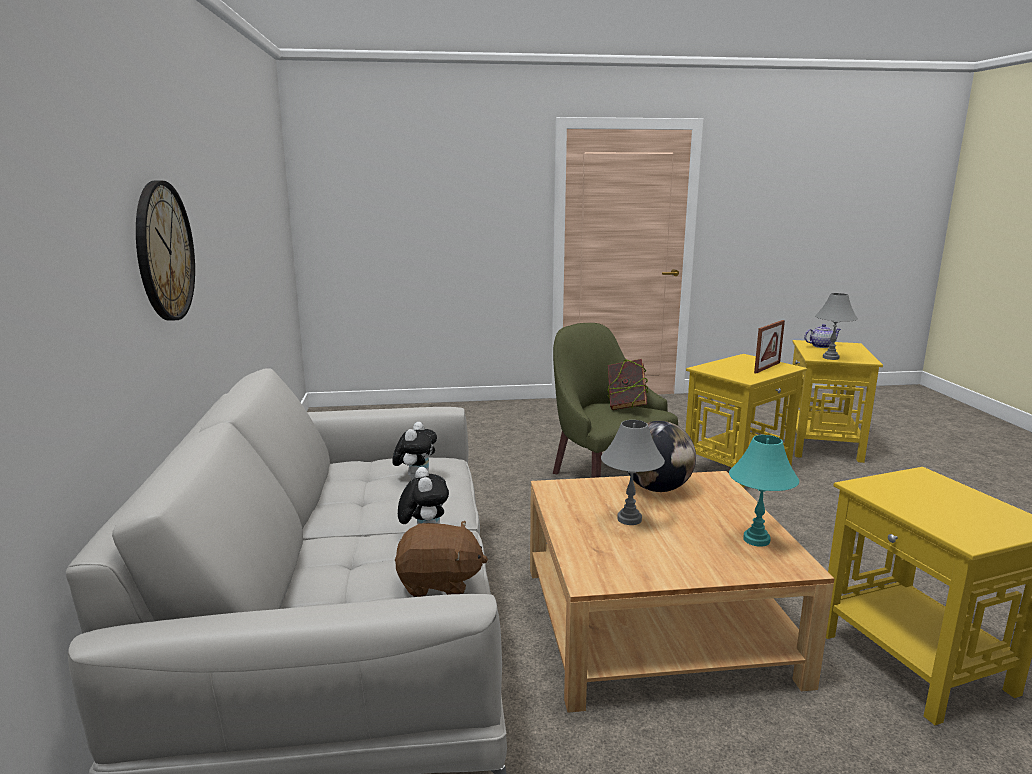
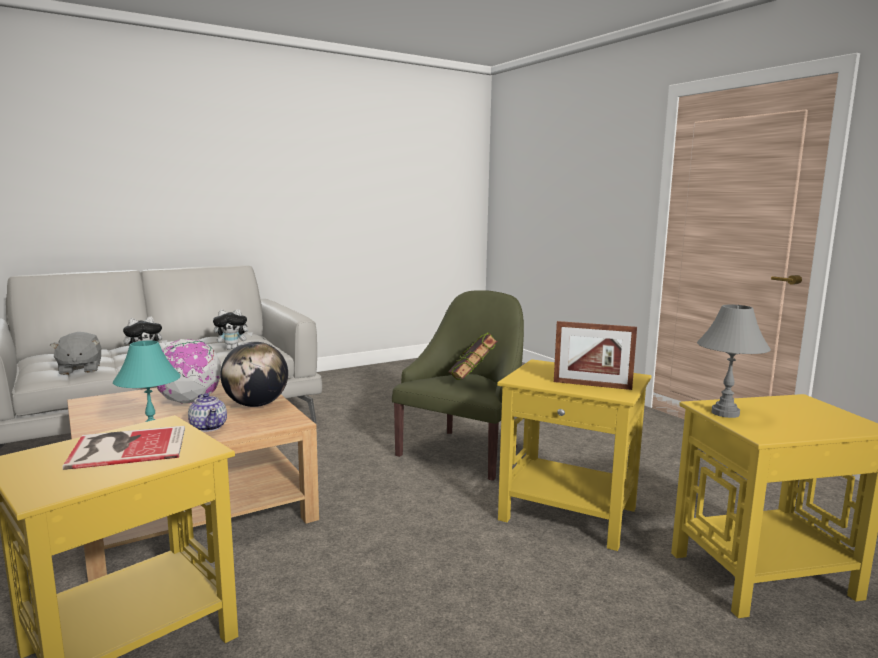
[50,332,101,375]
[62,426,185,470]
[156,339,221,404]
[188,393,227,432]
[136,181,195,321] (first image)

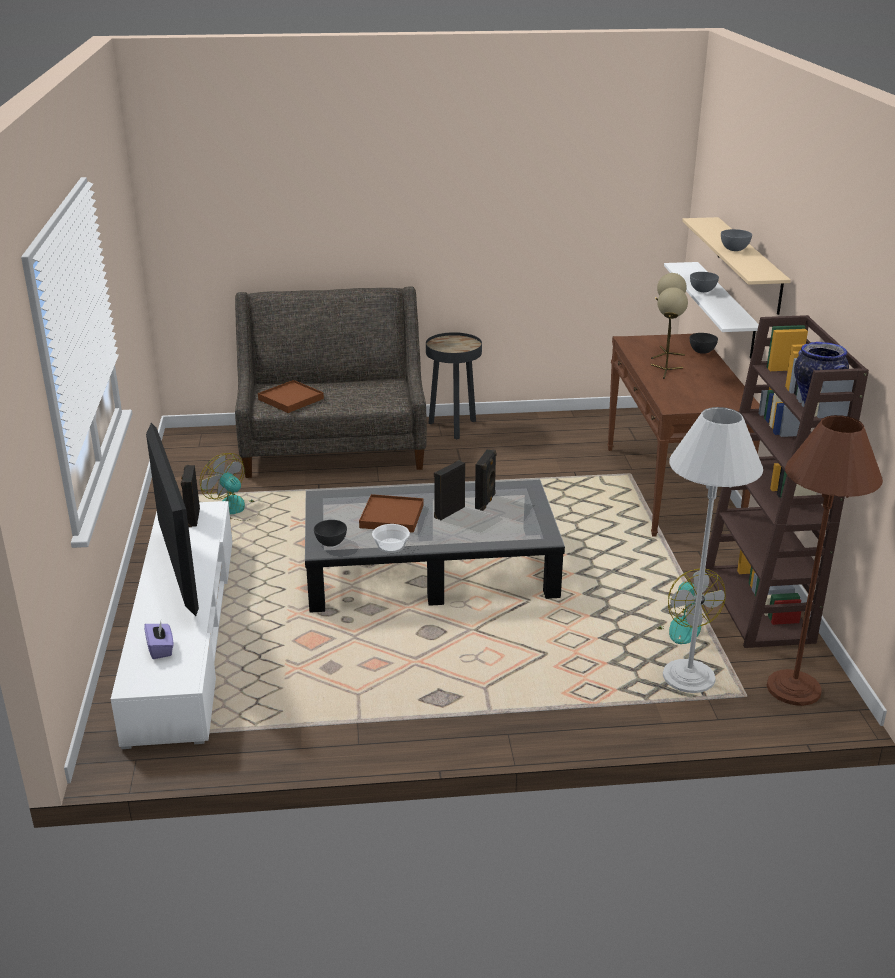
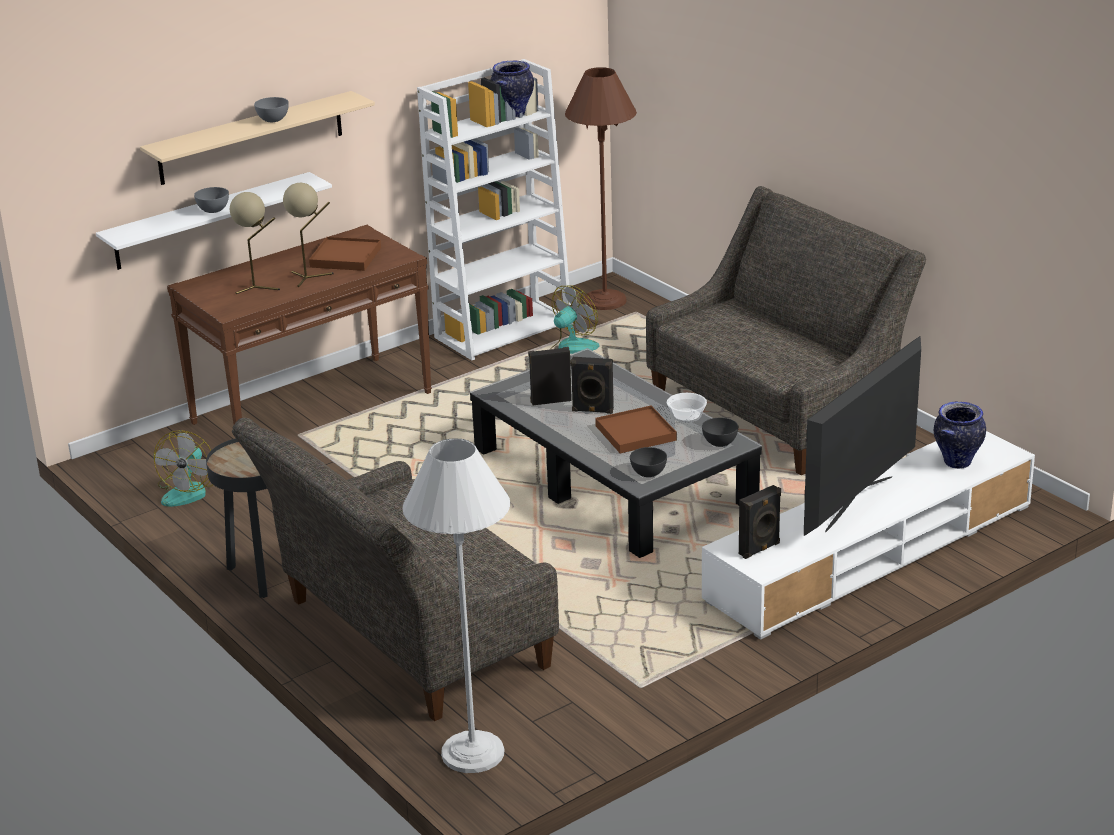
[154,430,213,507]
[309,237,381,271]
[403,438,510,773]
[417,59,573,360]
[630,447,667,477]
[646,186,926,475]
[934,402,986,469]

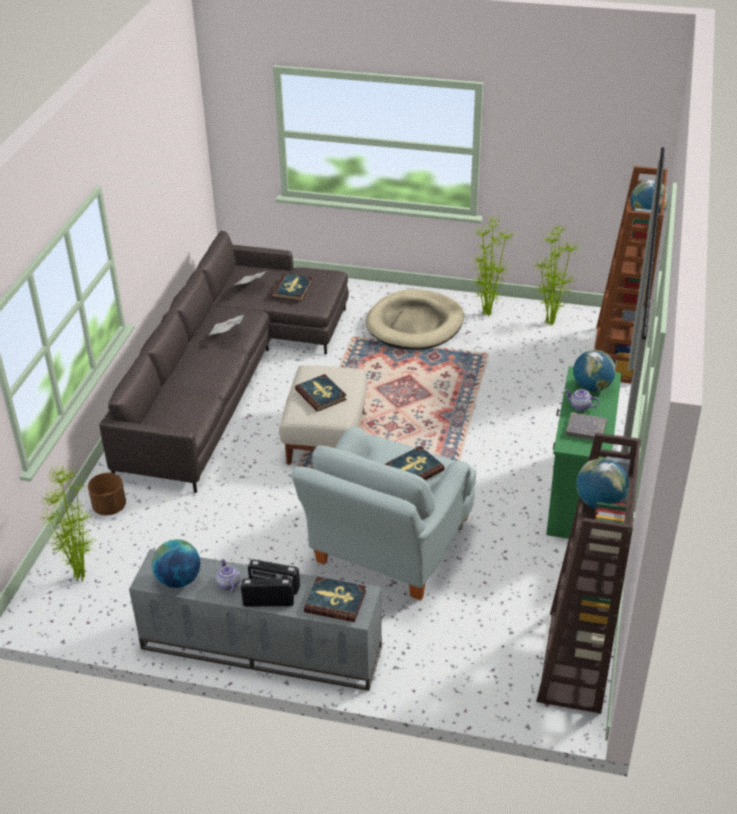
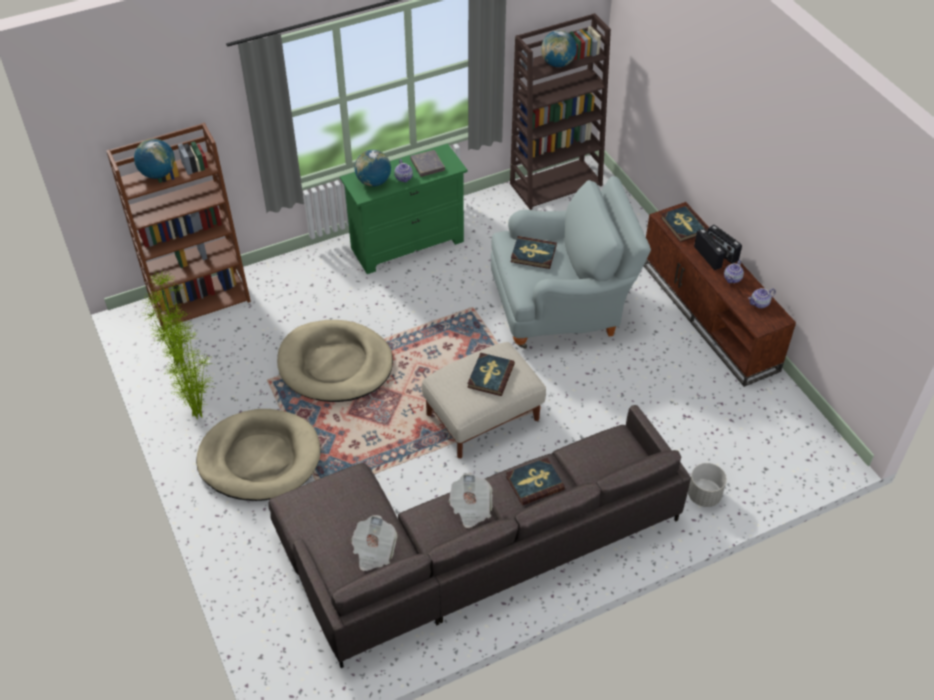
[277,320,393,402]
[506,458,565,506]
[644,202,796,387]
[688,463,727,507]
[748,288,776,308]
[40,465,96,582] (first image)

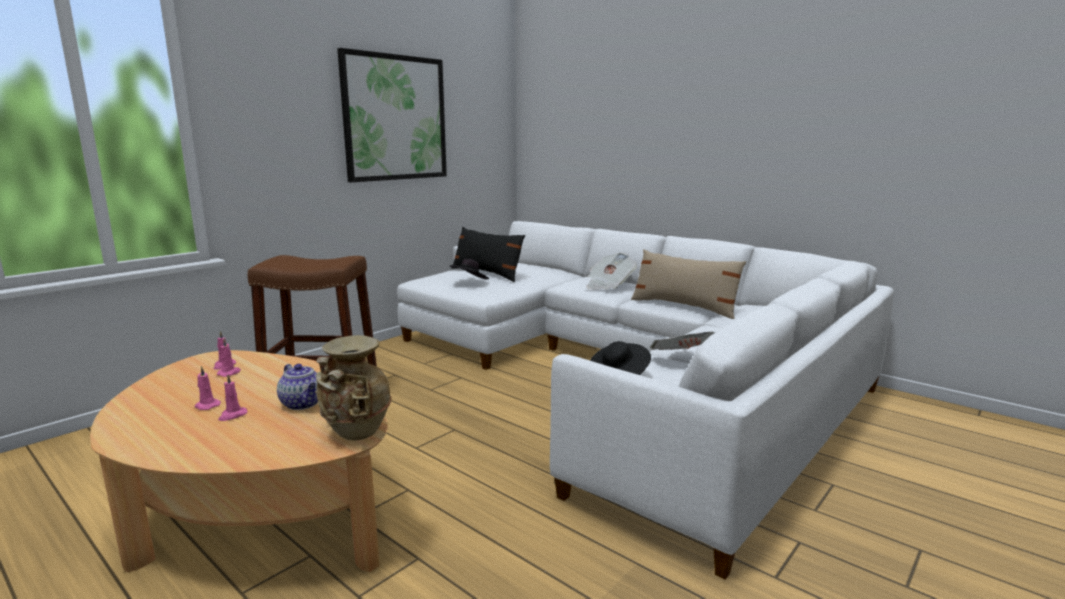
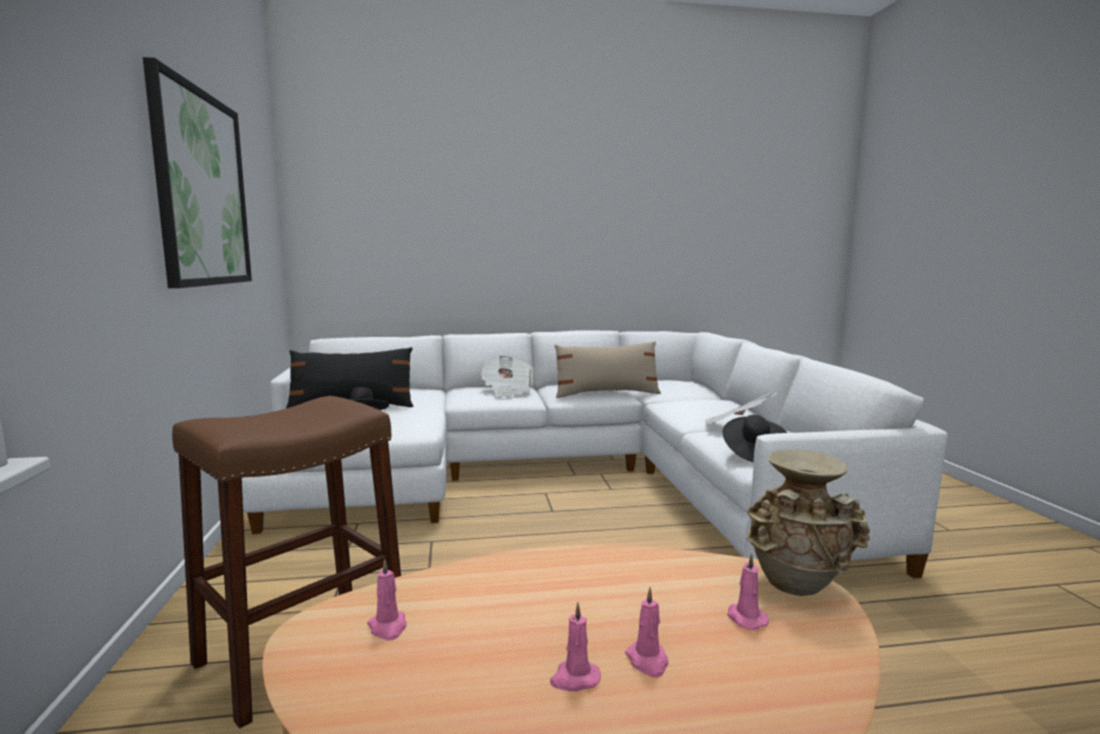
[727,553,769,630]
[277,364,318,410] (first image)

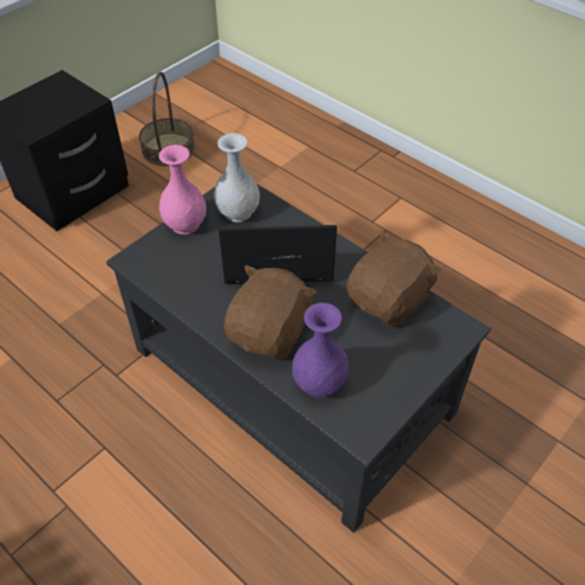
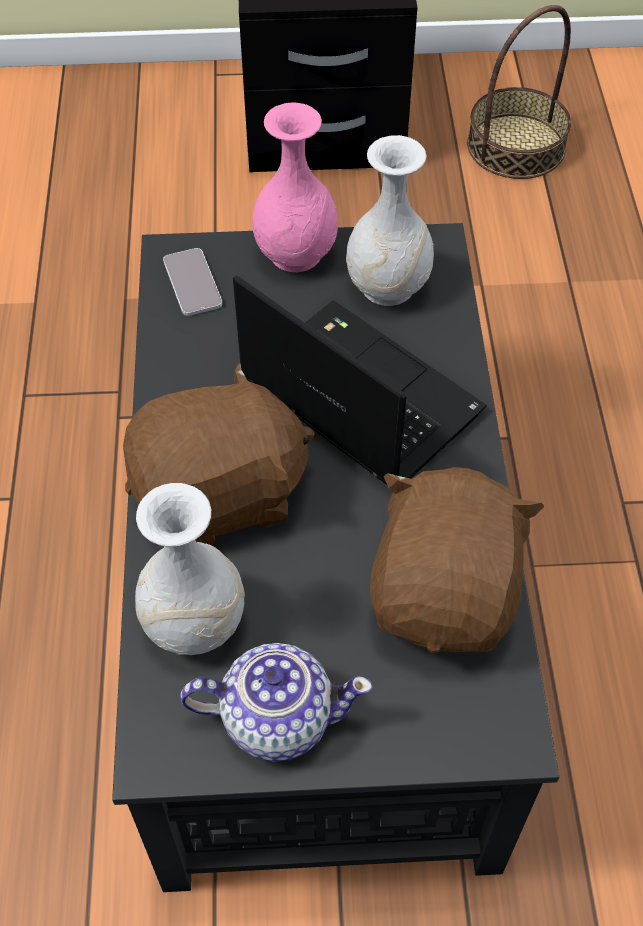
[135,483,245,655]
[163,248,222,316]
[180,643,372,762]
[370,467,544,653]

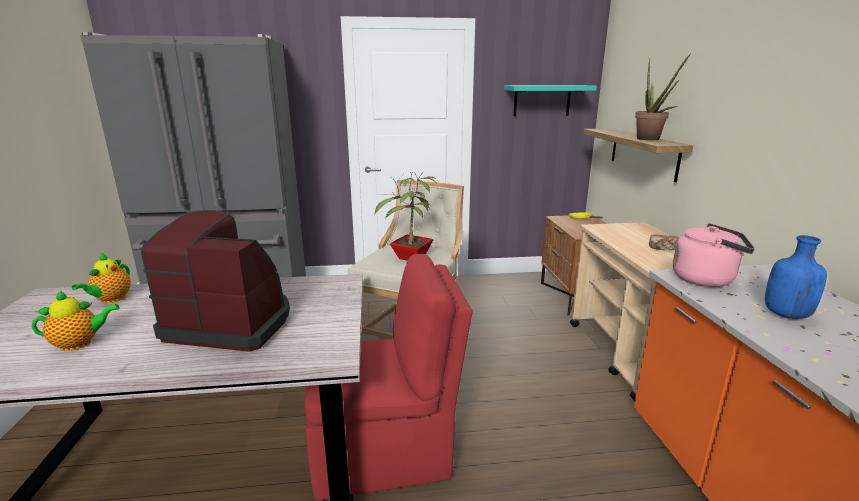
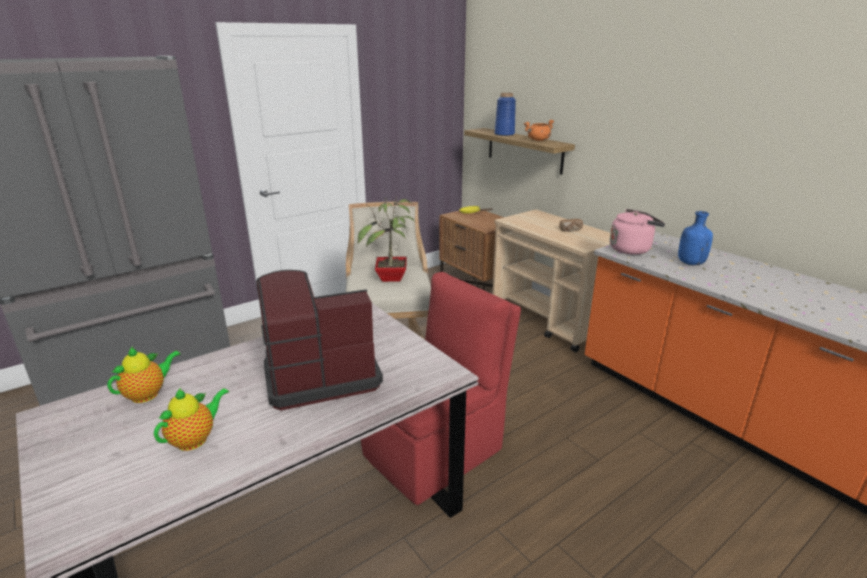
[107,347,181,403]
[495,93,516,136]
[524,120,554,141]
[504,85,597,116] (first image)

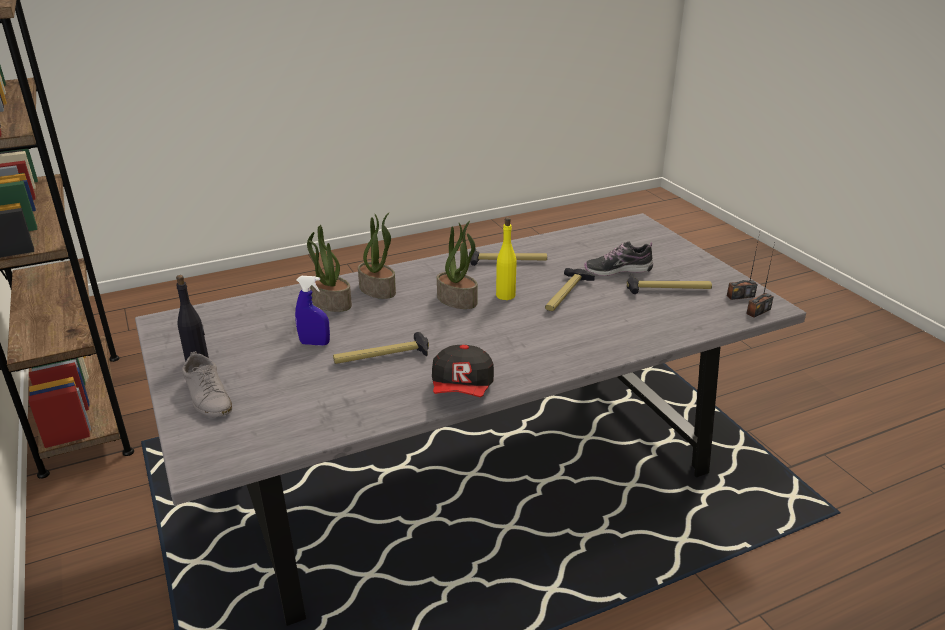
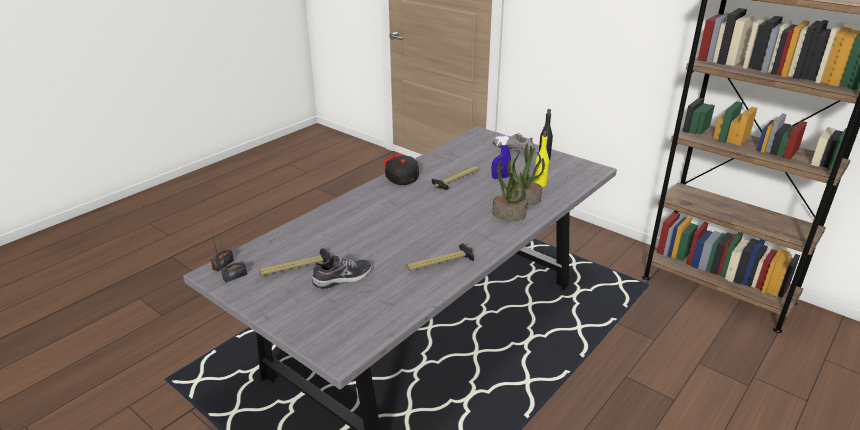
[534,131,549,187]
[437,221,477,309] (first image)
[545,268,595,311] (first image)

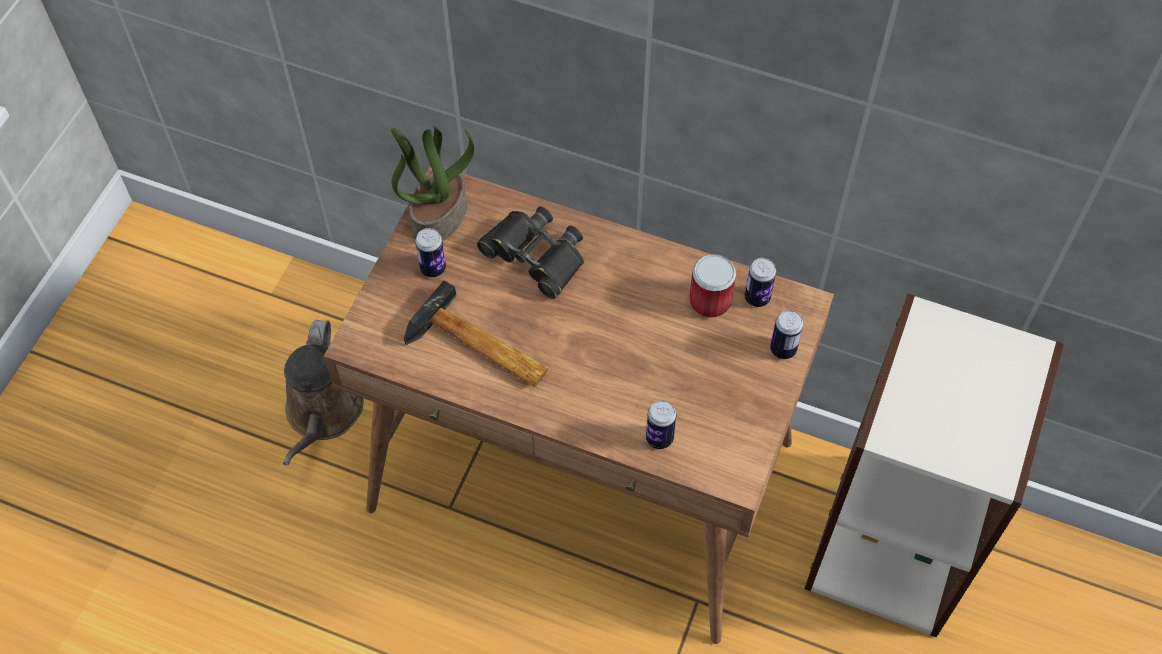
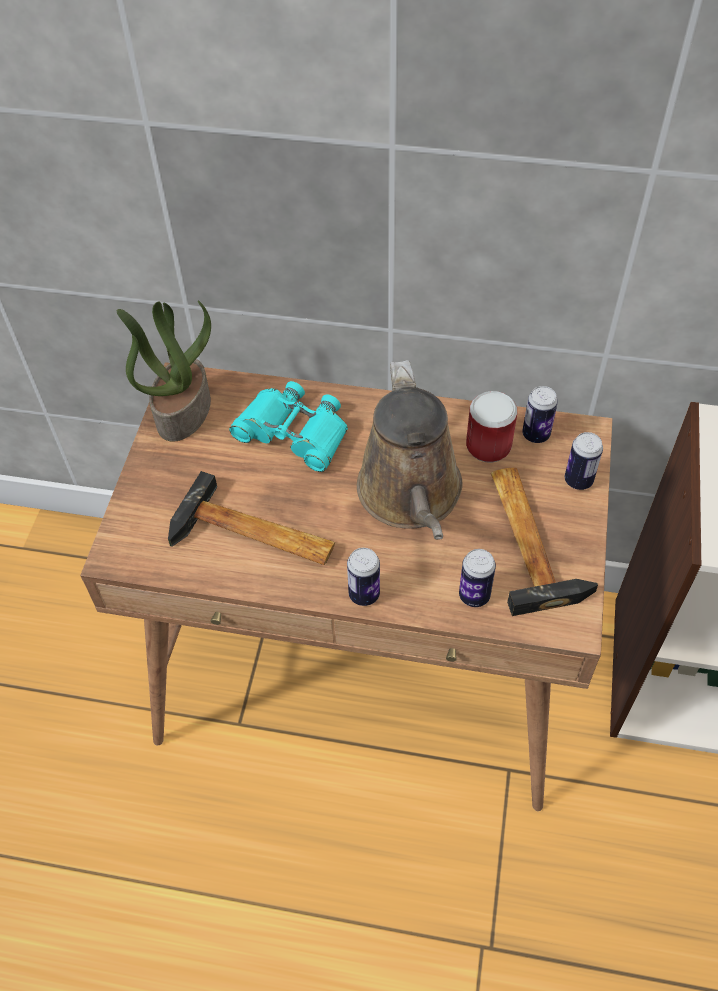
[229,381,348,472]
[347,548,380,606]
[357,360,463,540]
[491,468,598,616]

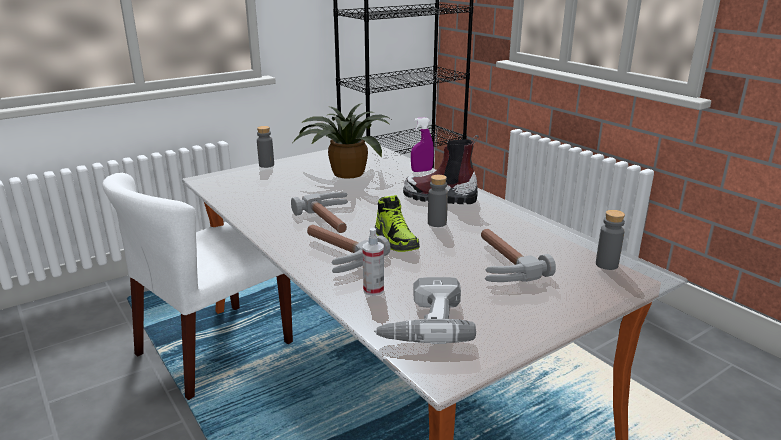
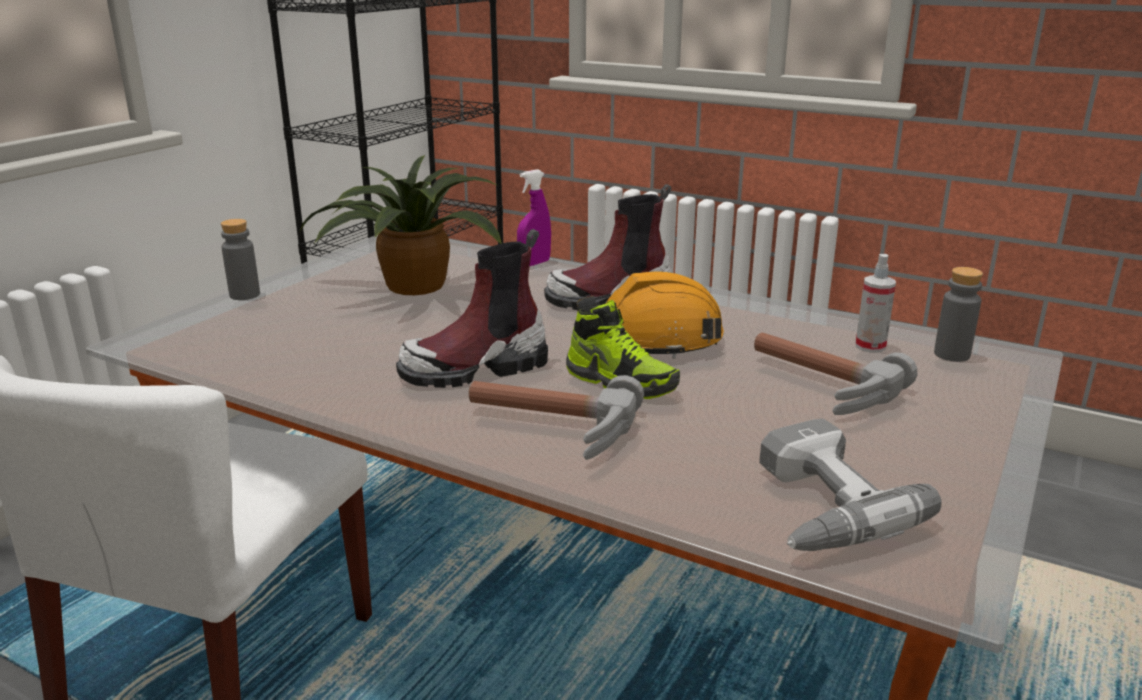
[396,229,548,388]
[576,271,724,359]
[855,254,896,353]

